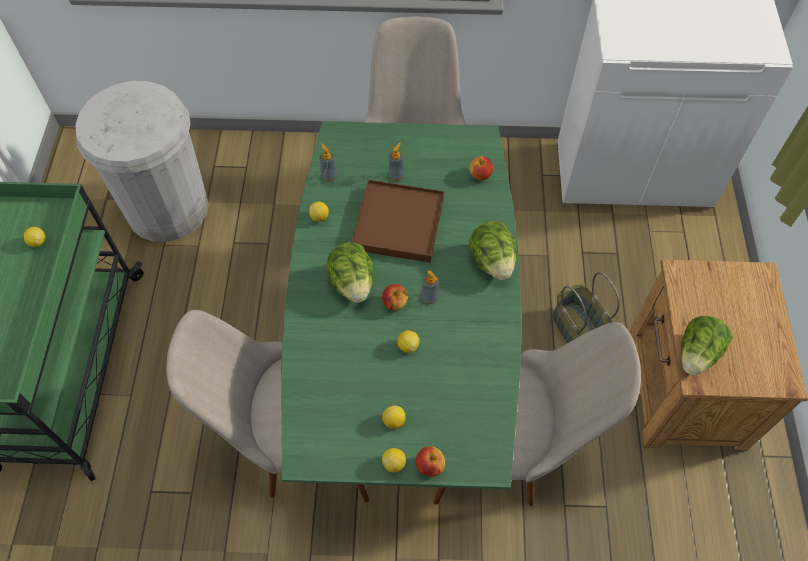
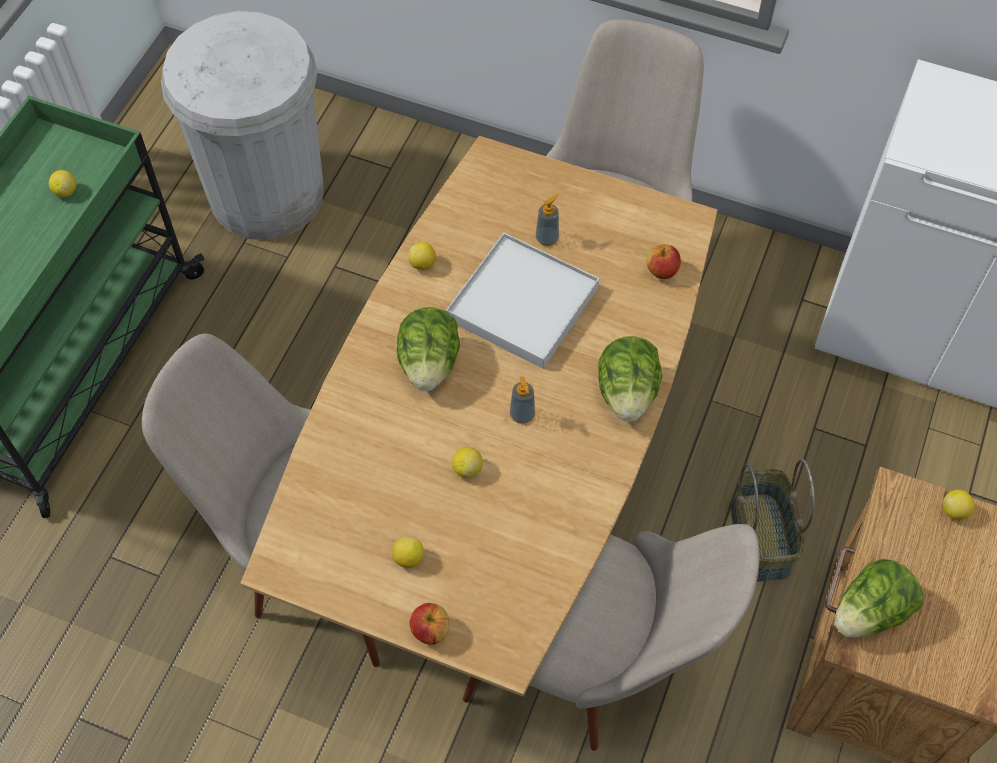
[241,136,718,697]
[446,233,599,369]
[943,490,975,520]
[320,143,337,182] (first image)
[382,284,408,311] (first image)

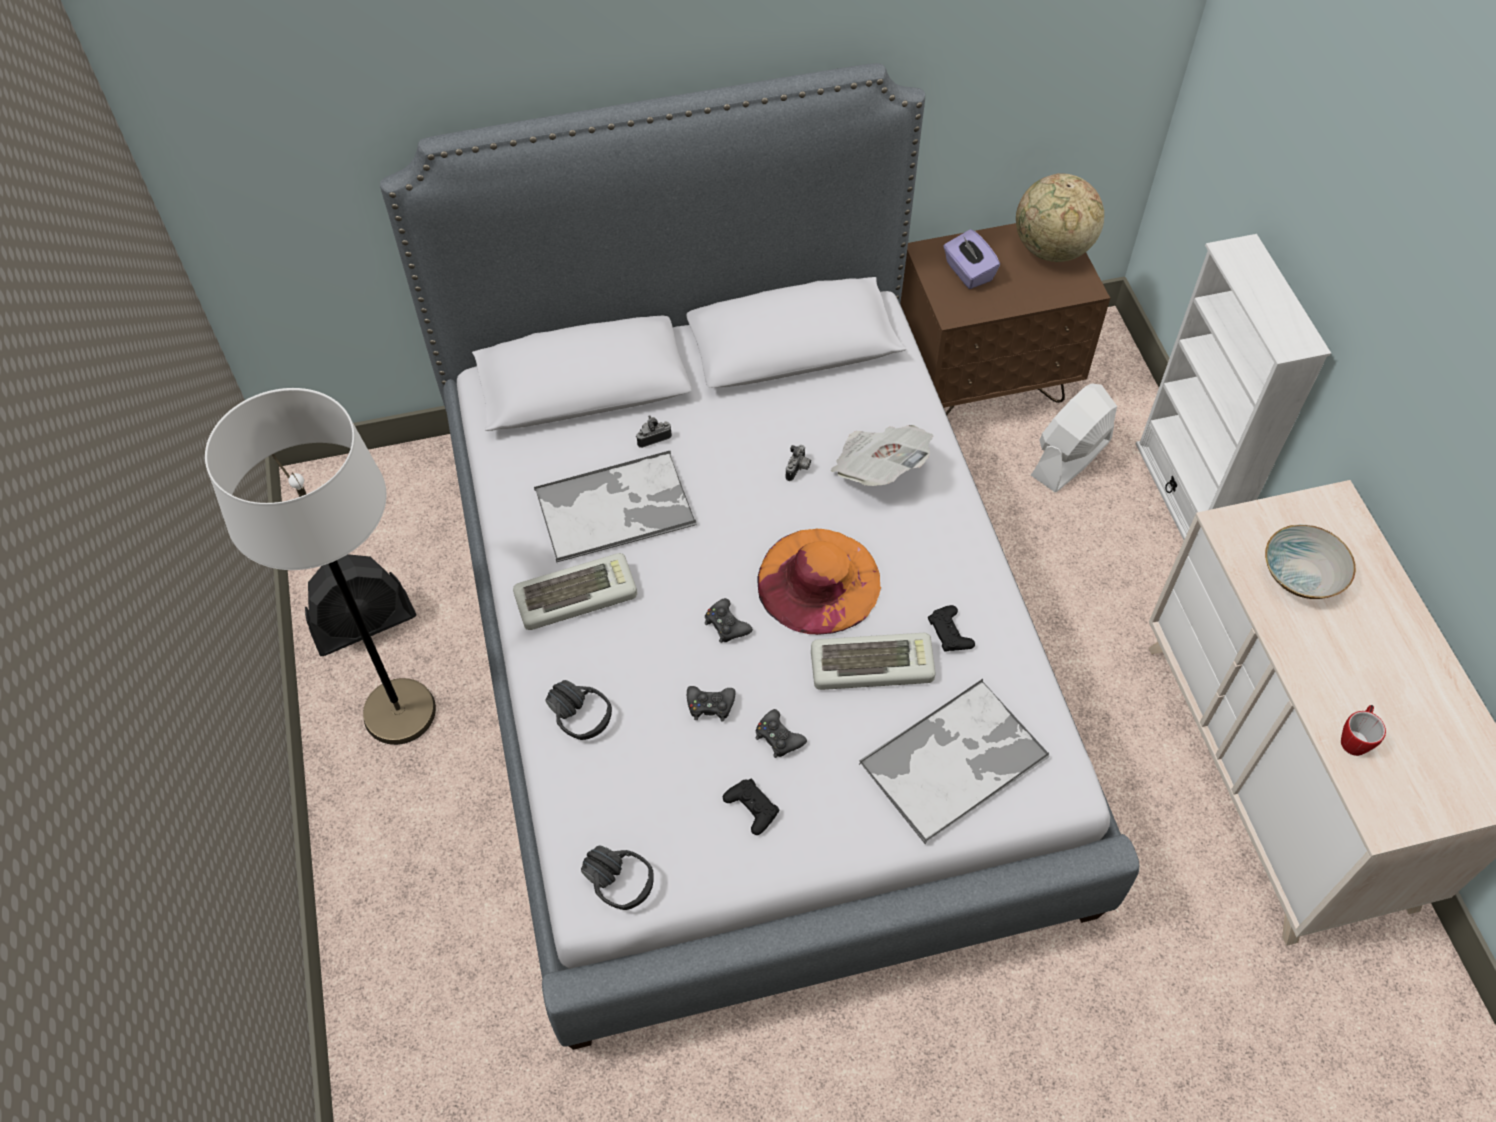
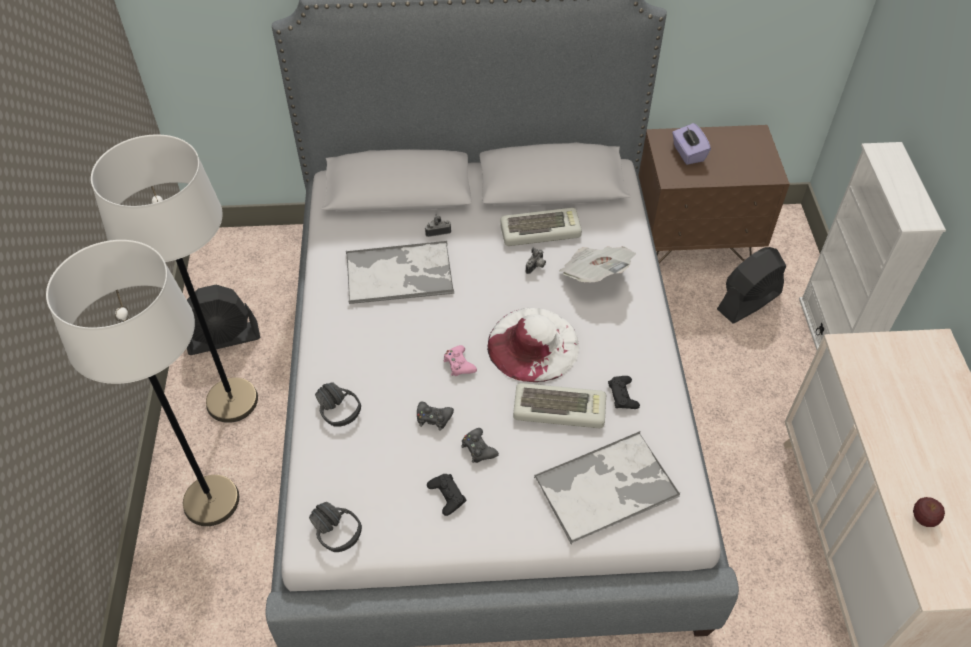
[46,240,239,526]
[444,345,477,376]
[487,308,579,382]
[500,208,582,246]
[717,247,786,323]
[913,497,945,527]
[1016,173,1104,262] (first image)
[1265,524,1356,599] (first image)

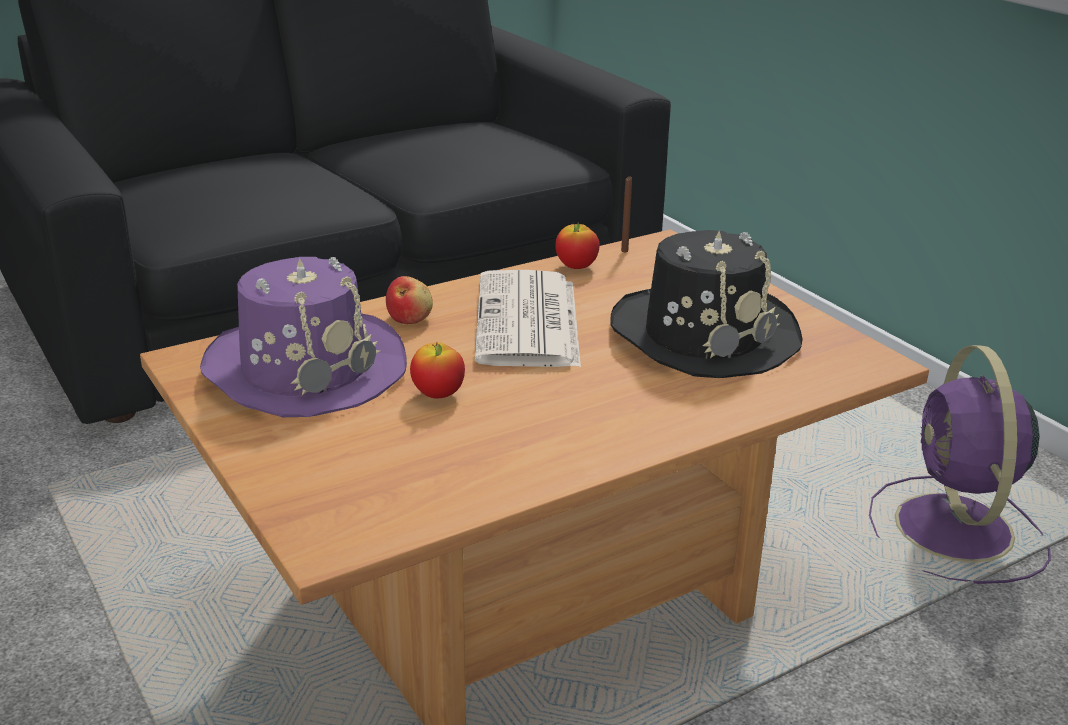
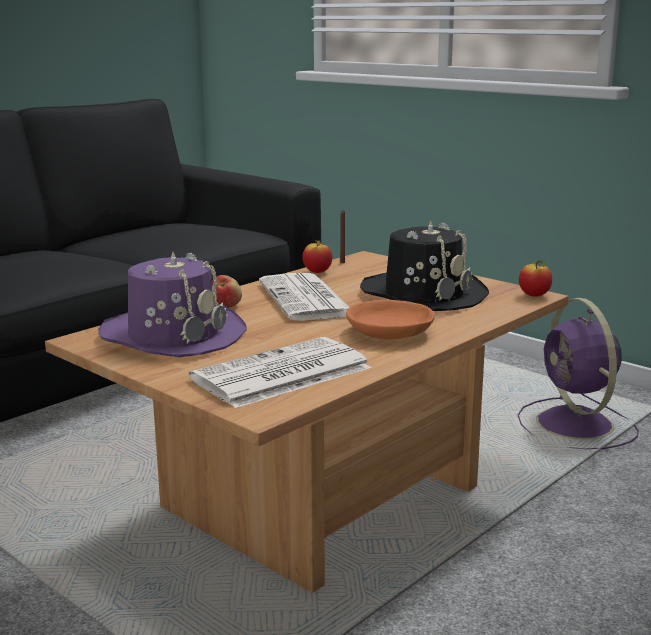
[189,337,371,408]
[346,300,435,339]
[519,261,552,297]

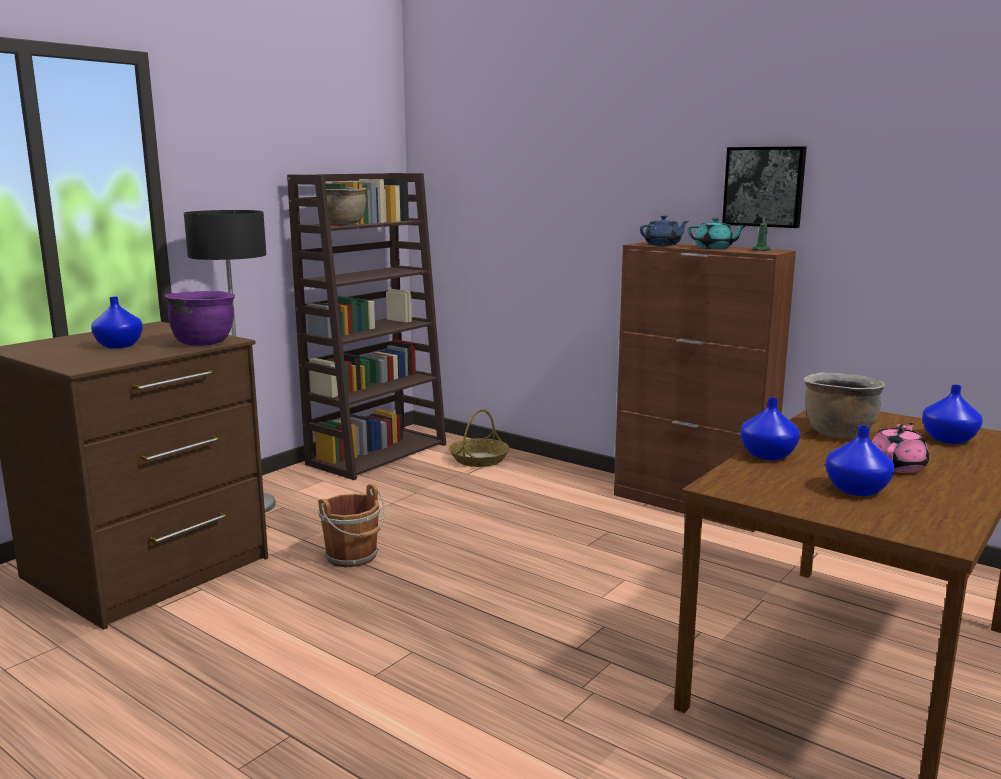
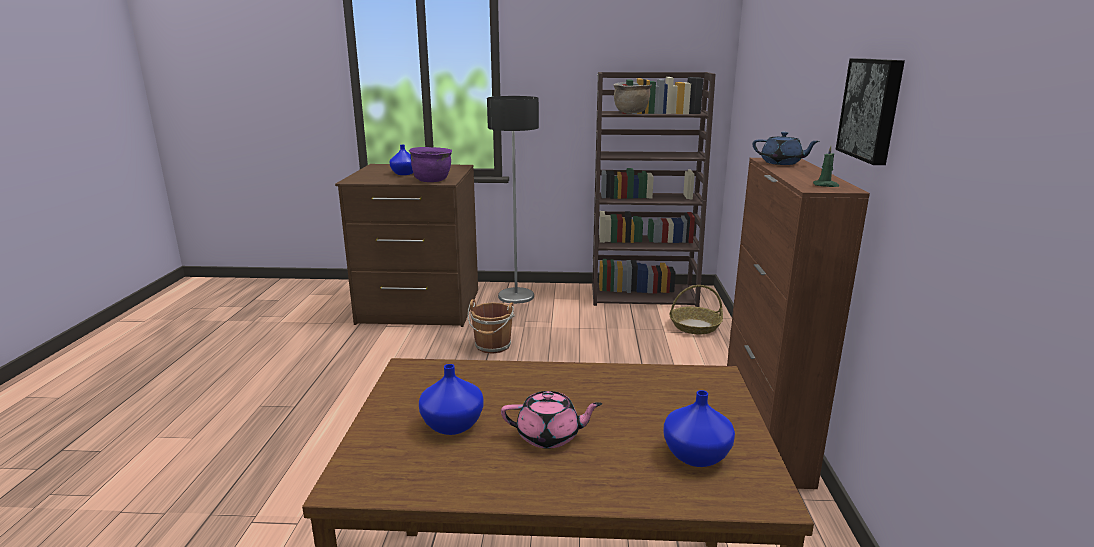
[688,218,747,249] (first image)
[740,398,800,460] (first image)
[804,372,885,438] (first image)

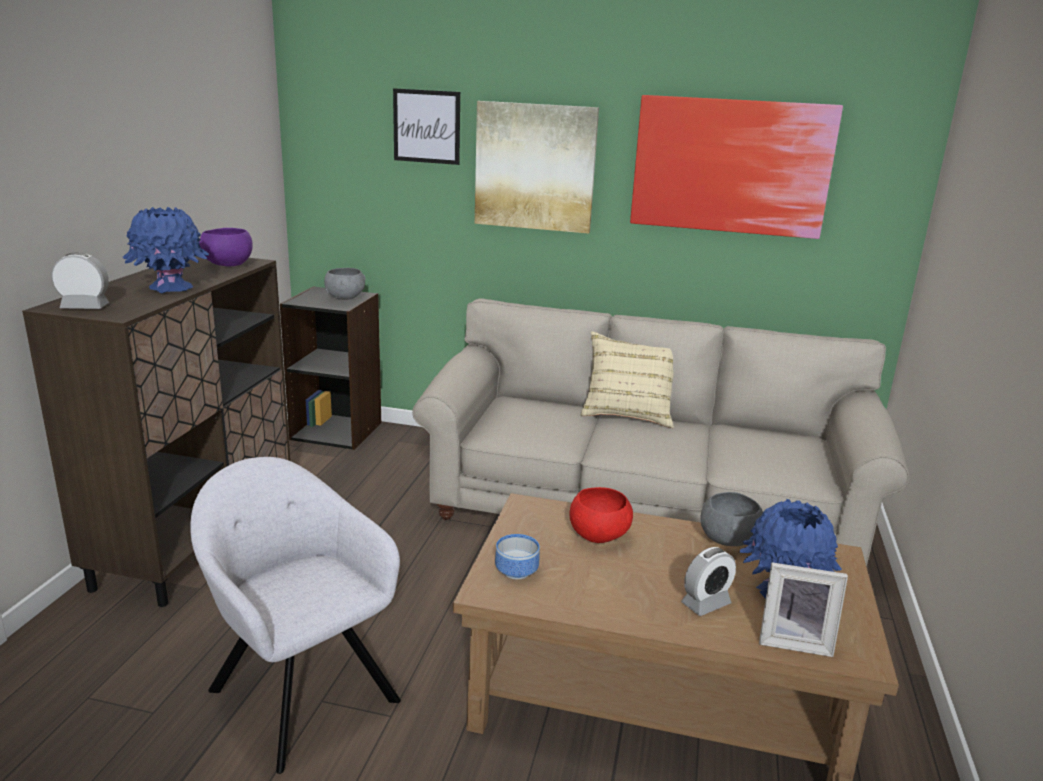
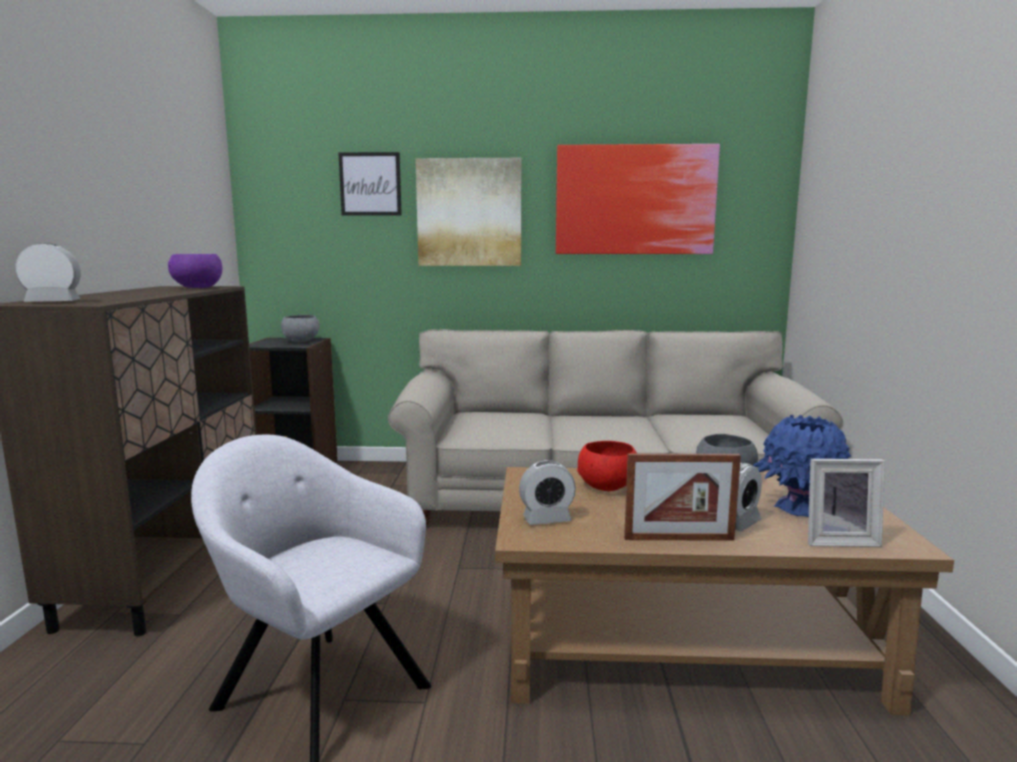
[519,460,576,525]
[624,454,741,541]
[123,207,209,293] (first image)
[581,332,674,428] (first image)

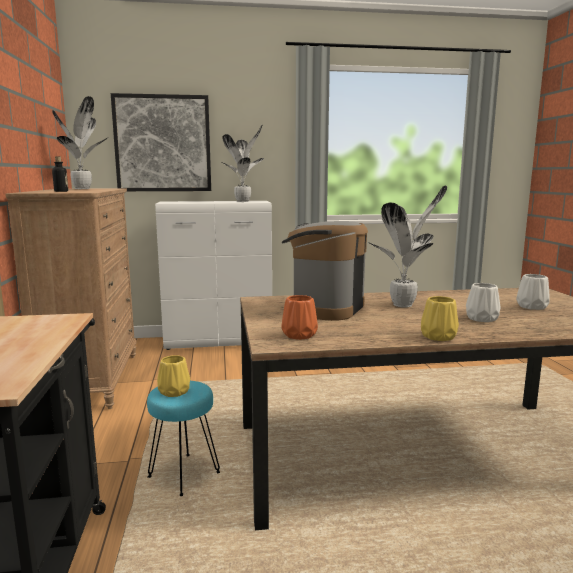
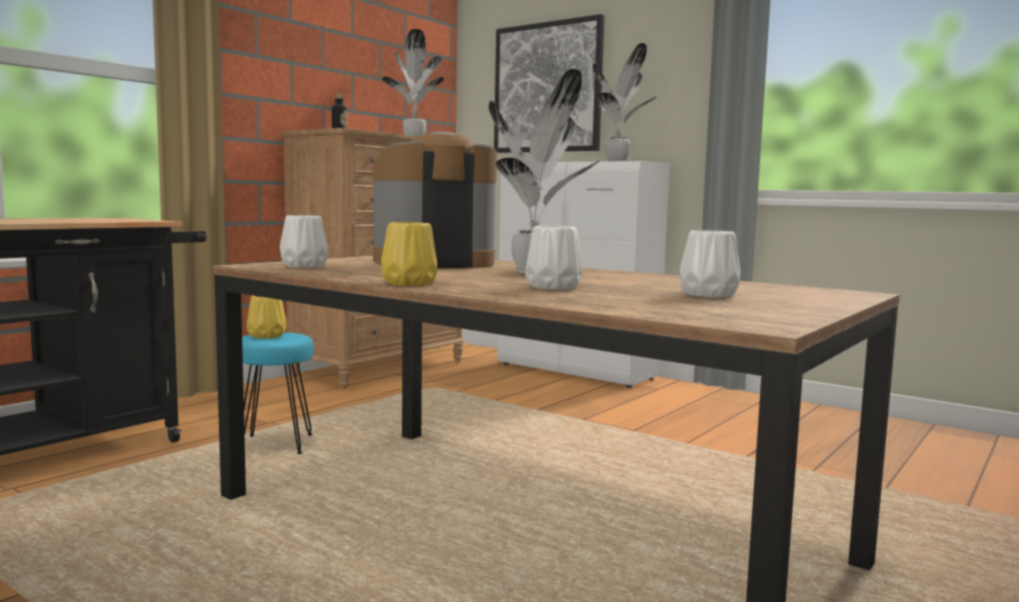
[280,215,328,268]

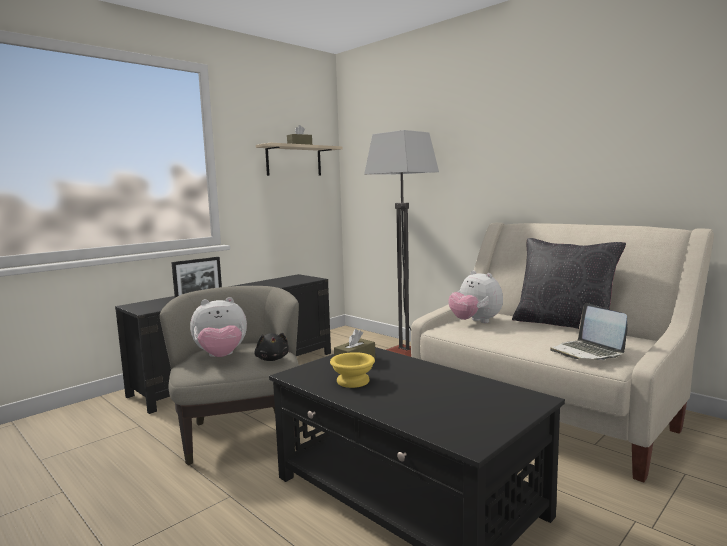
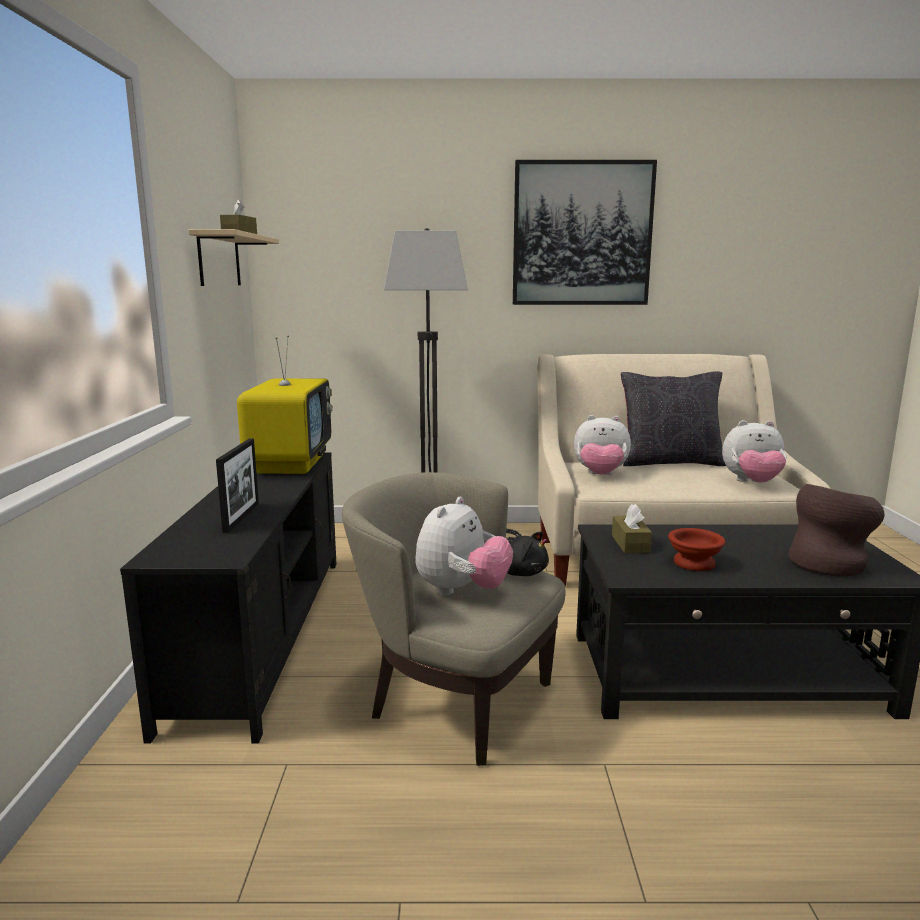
[237,335,333,474]
[513,160,657,305]
[668,528,726,571]
[722,420,787,483]
[788,484,885,576]

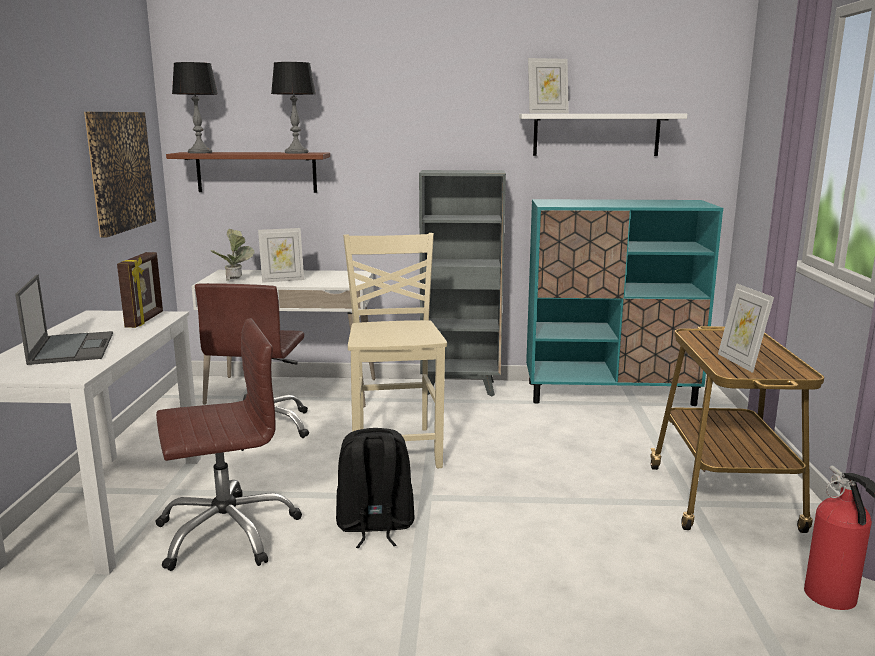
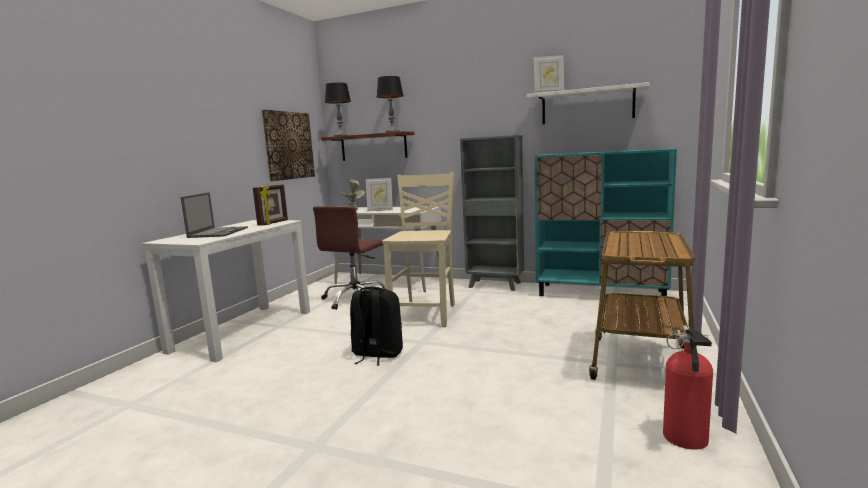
[155,318,302,571] (first image)
[718,283,774,373] (first image)

